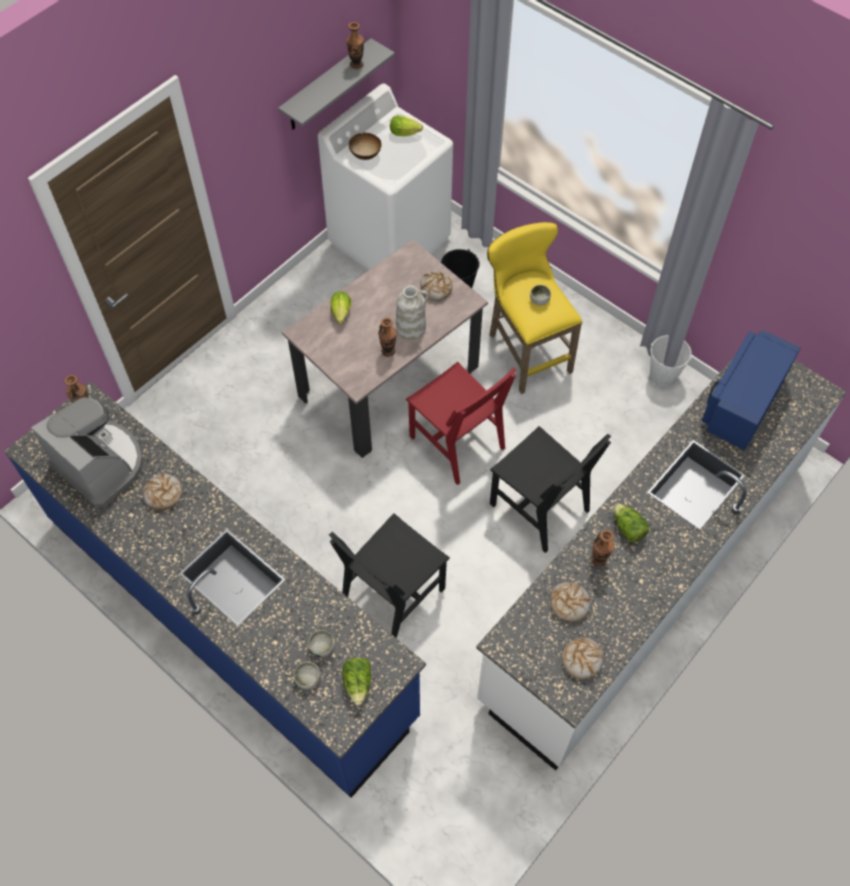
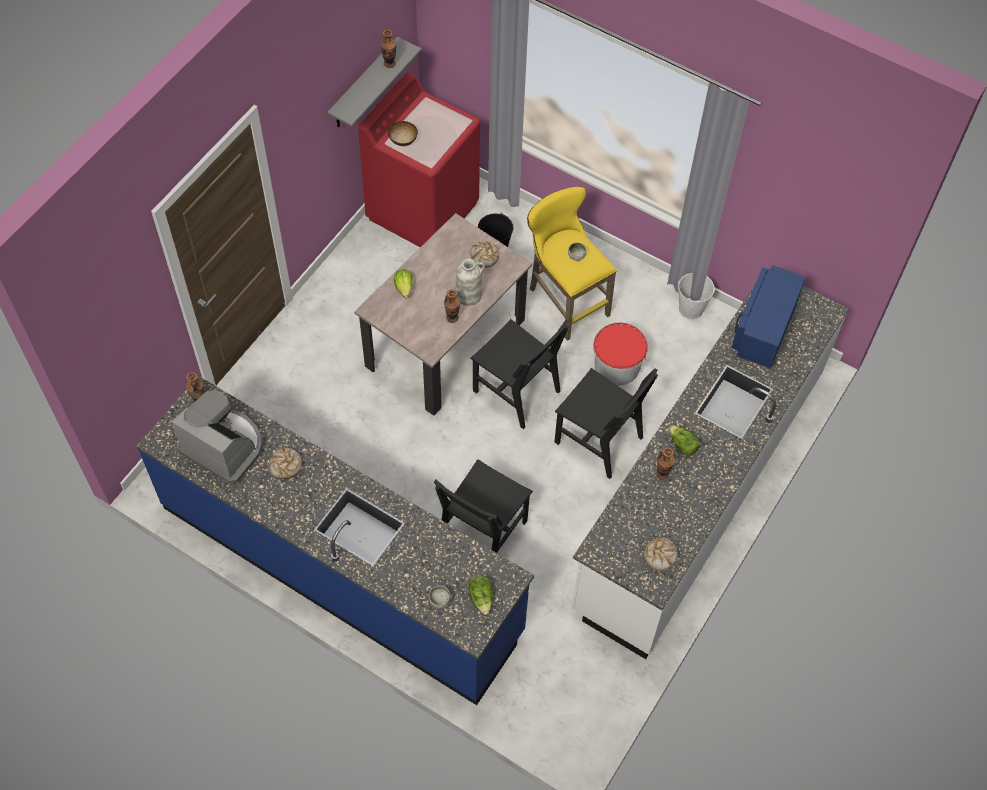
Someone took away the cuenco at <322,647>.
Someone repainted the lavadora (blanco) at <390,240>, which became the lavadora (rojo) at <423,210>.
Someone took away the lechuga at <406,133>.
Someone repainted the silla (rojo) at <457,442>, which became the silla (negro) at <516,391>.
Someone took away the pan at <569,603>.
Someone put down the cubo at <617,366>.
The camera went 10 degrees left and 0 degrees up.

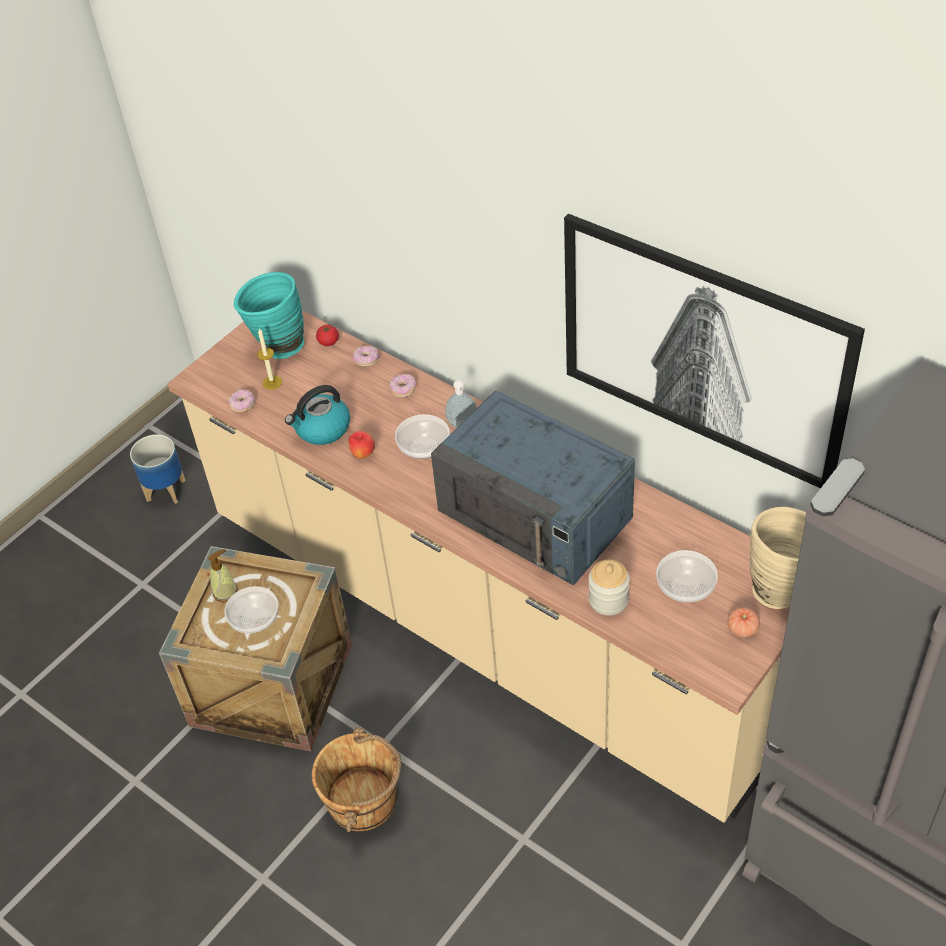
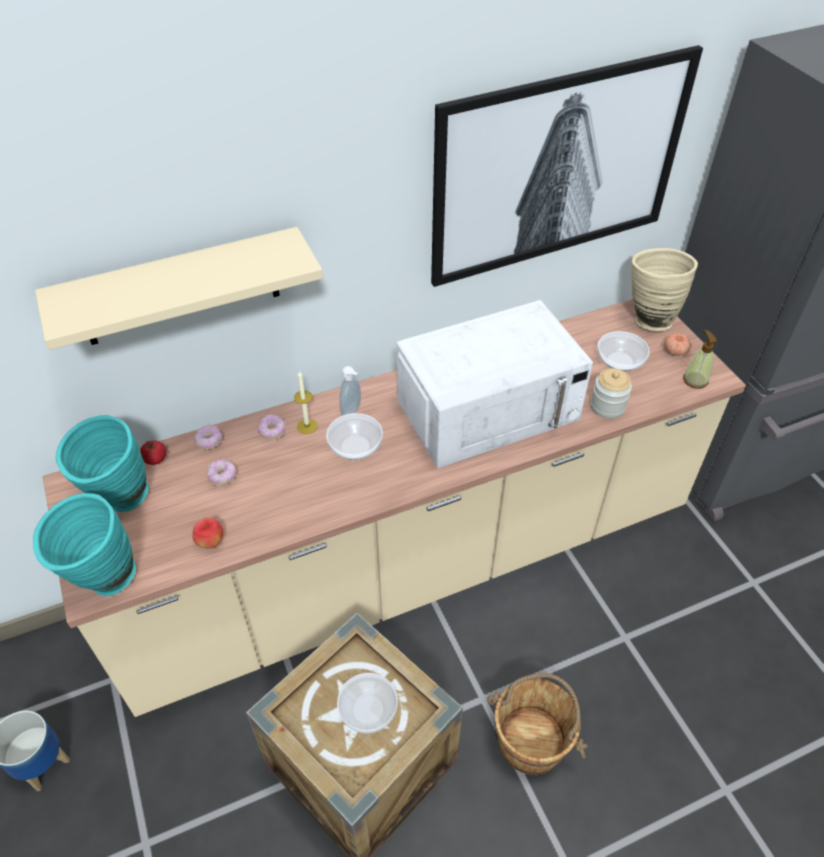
Someone carried the dispensador de jabón from <225,592> to <695,380>.
Someone carried the rosquilla from <243,405> to <222,477>.
Someone carried the vela from <272,382> to <307,426>.
Someone took away the hervidor at <322,429>.
Someone carried the manzana from <363,454> to <210,542>.
Someone repainted the microondas (azul) at <536,513>, which became the microondas (blanco) at <489,408>.
Someone put down the florero (turquesa) at <102,582>.
Someone put up the estante (beis) at <180,288>.
The camera went 65 degrees left and 0 degrees up.

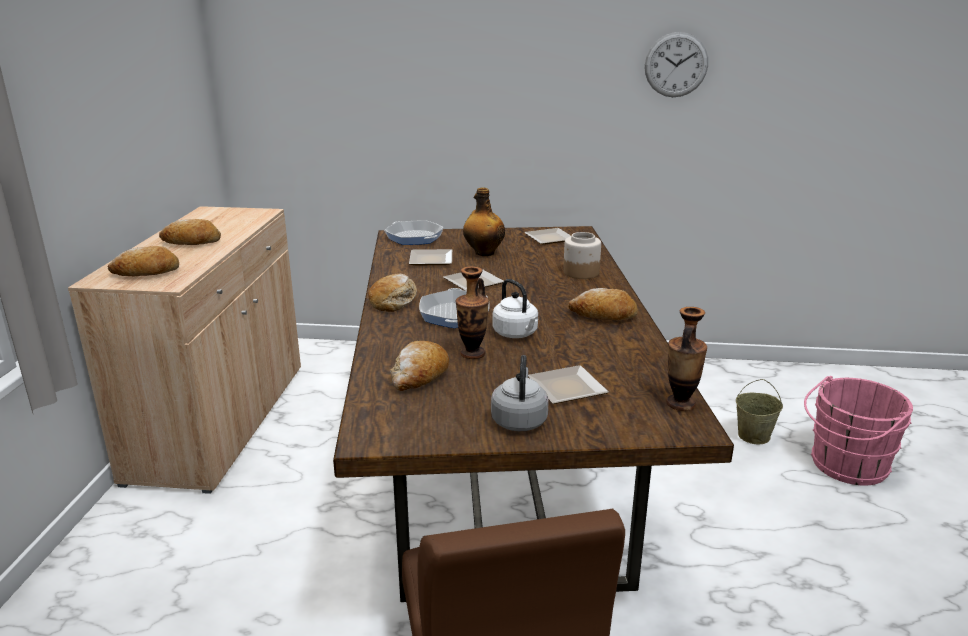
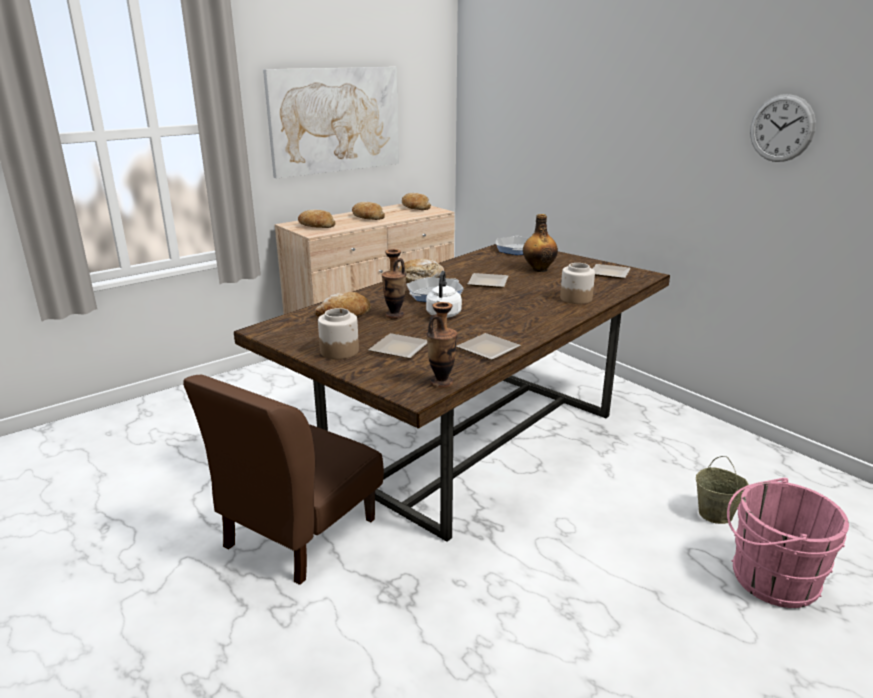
Someone carried the plato from <432,260> to <488,350>.
Someone swapped the hervidor (gris) at <519,420> for the tarro at <339,351>.
Someone carried the pan from <603,315> to <415,207>.
Someone put up the cuadro at <335,120>.
The camera went 45 degrees right and 0 degrees up.

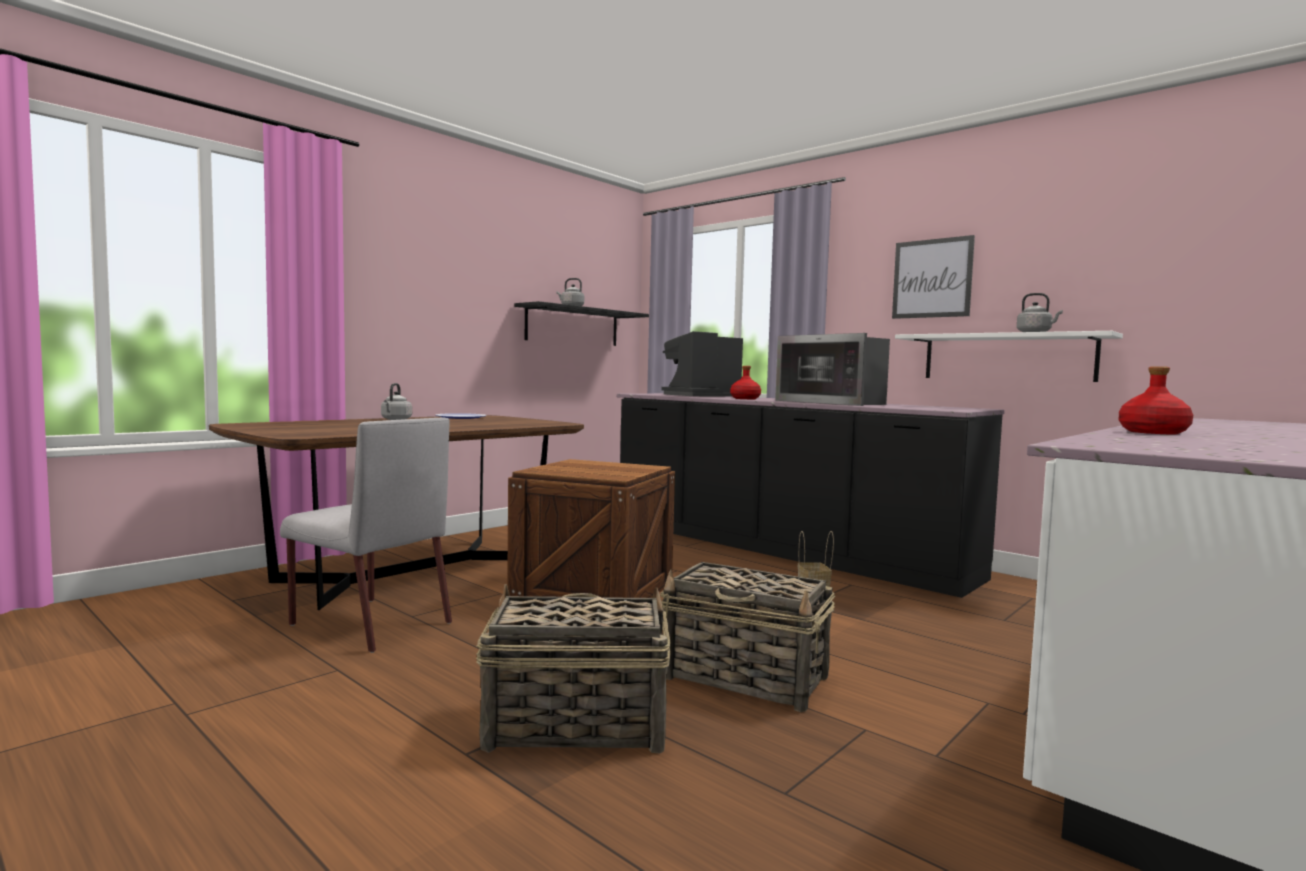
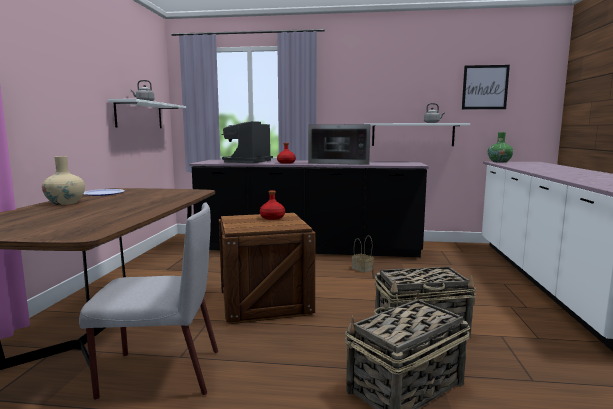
Someone swapped the hervidor (gris) at <395,419> for the florero (beis) at <65,203>.
Someone repainted the estante (negro) at <572,326>, which became the estante (blanco) at <139,115>.
Someone carried the cuadro from <932,278> to <485,87>.
Someone carried the botella (rojo) from <1154,432> to <272,218>.
Someone put down the florero (verde) at <499,162>.
The camera went 35 degrees left and 5 degrees up.

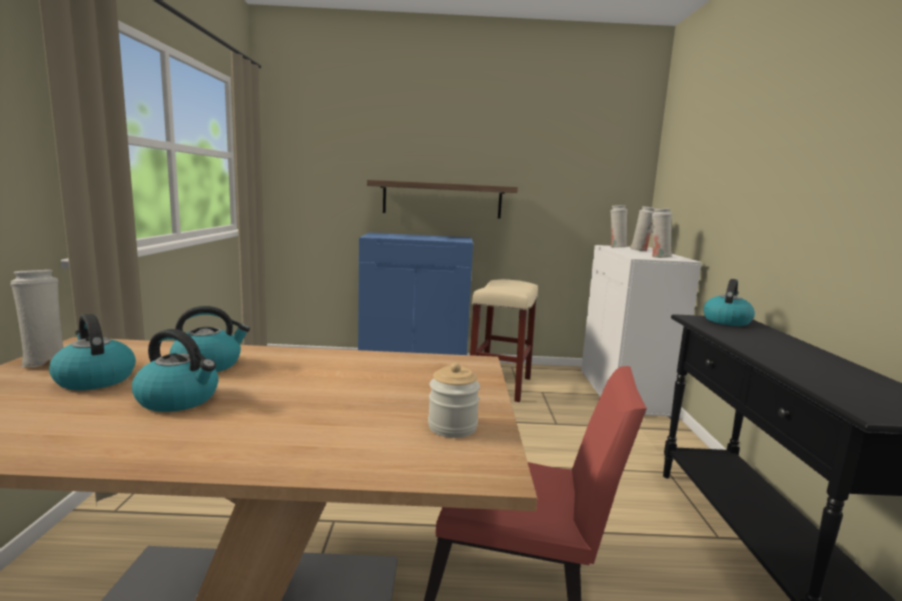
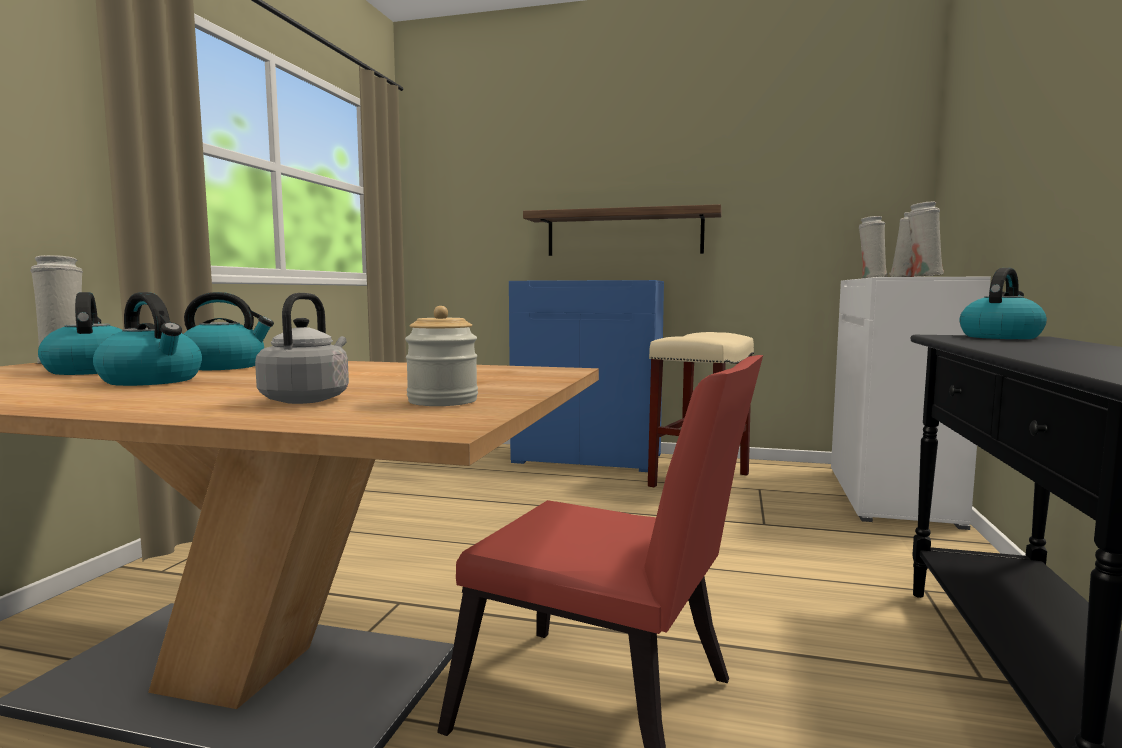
Someone put down the hervidor (gris) at <308,399>.
The camera went 15 degrees right and 5 degrees down.

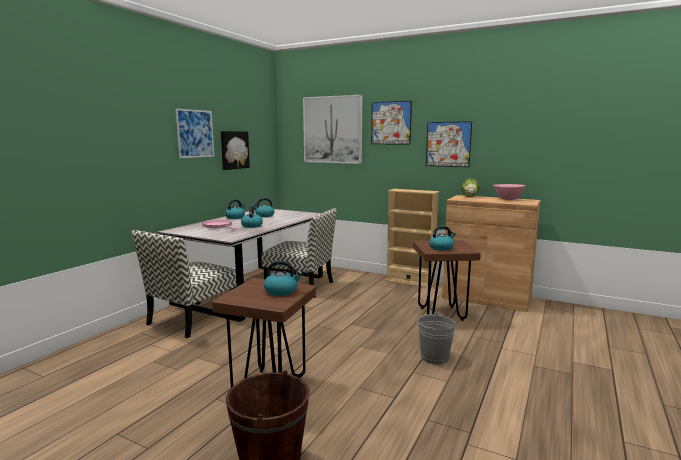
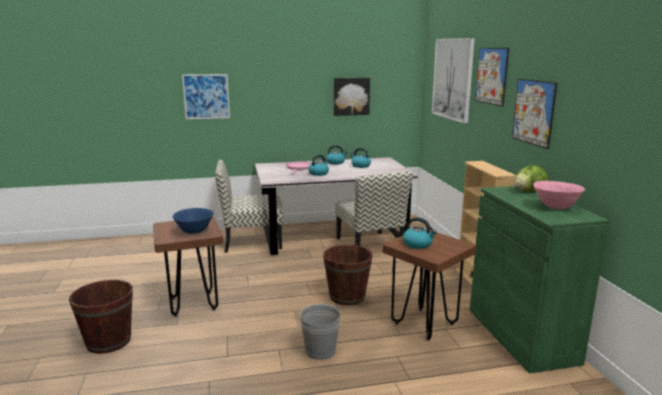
Someone carried the cuadro from <195,133> to <206,96>.
Someone swapped the hervidor at <281,291> for the cuenco (azul) at <194,231>.
Someone repainted the armario (marrón) at <486,298>, which became the armario (verde) at <521,335>.
Someone put down the cubo (marrón) at <347,296>.
The camera went 50 degrees right and 5 degrees up.

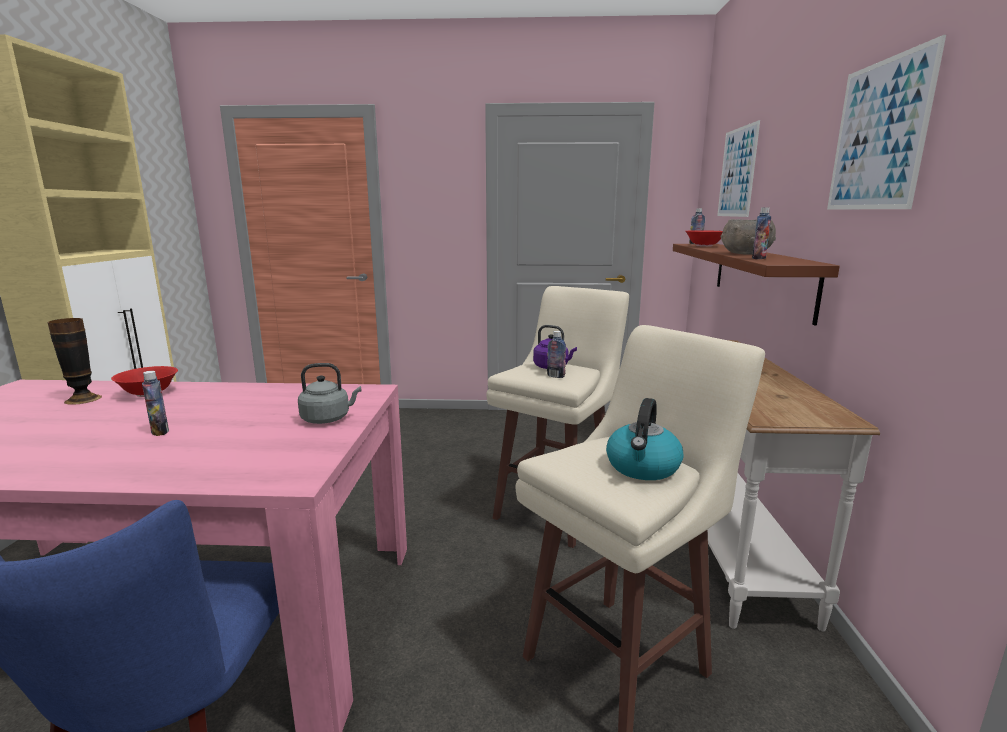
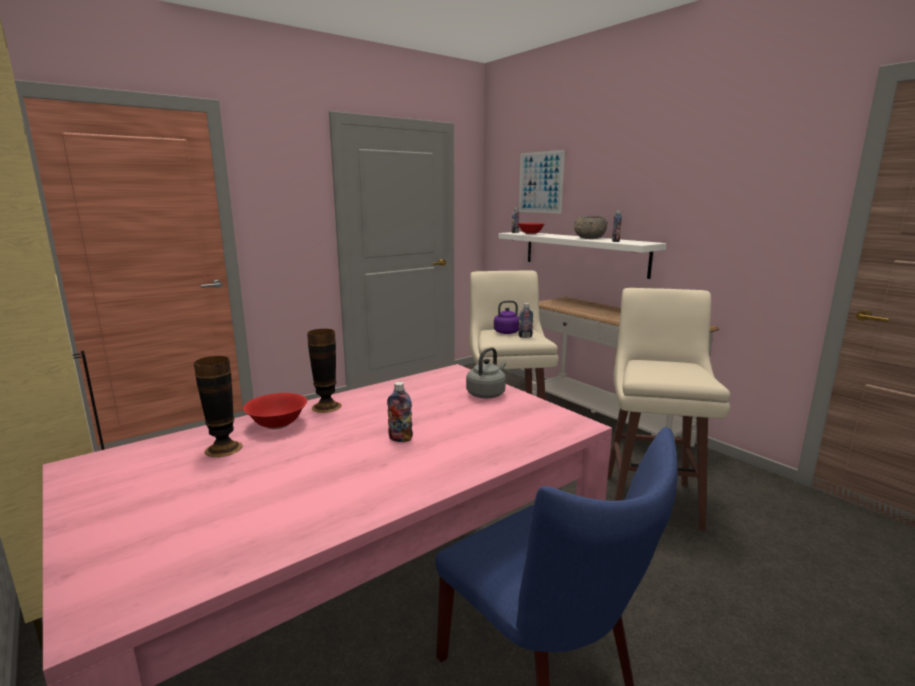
Someone took away the hervidor at <643,467>.
Someone repainted the estante (marrón) at <760,277>, which became the estante (blanco) at <583,253>.
Someone took away the cuadro at <878,136>.
Someone put down the florero at <326,406>.
The camera went 40 degrees left and 0 degrees up.

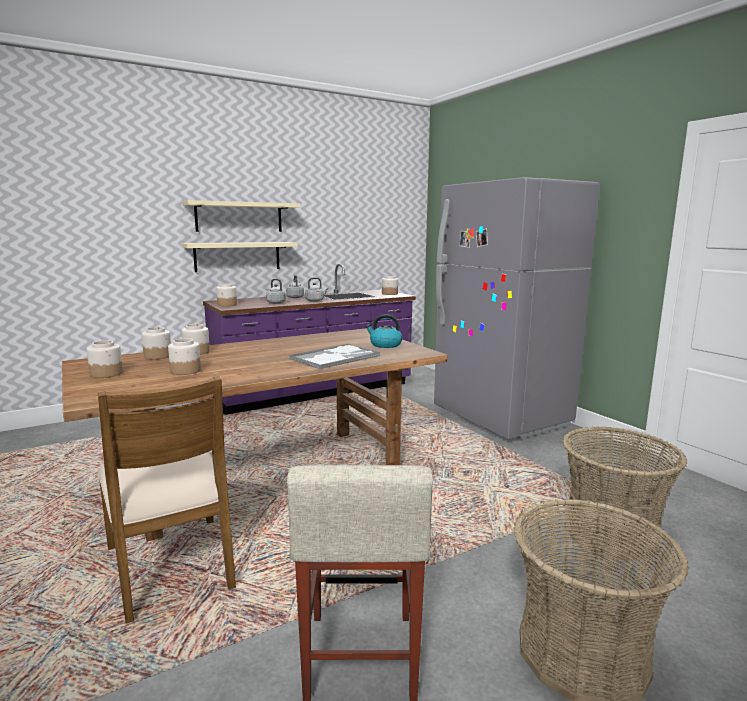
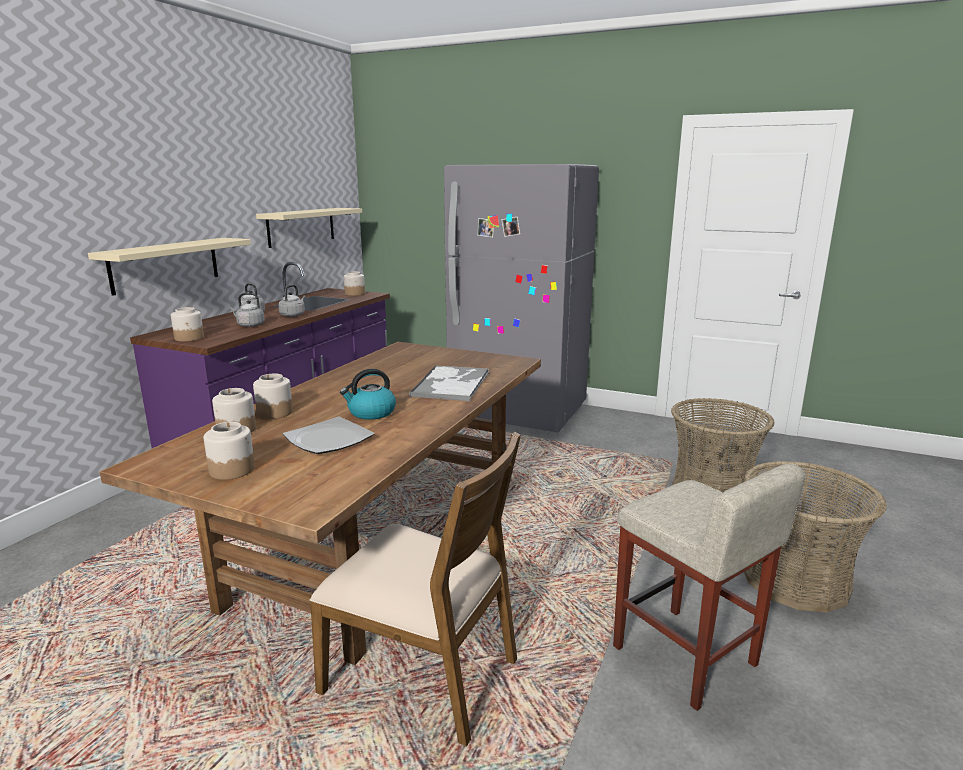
Someone swapped the tarro at <185,371> for the plato at <328,439>.
Someone carried the estante (beis) from <239,217> to <301,227>.
Someone carried the hervidor from <385,345> to <371,413>.
The camera went 35 degrees left and 5 degrees up.

